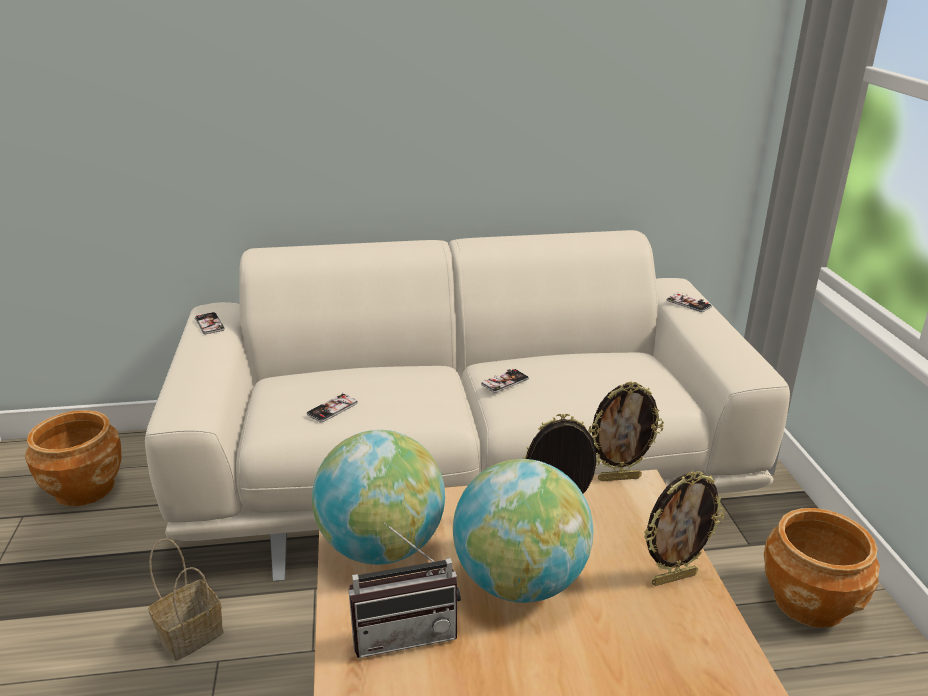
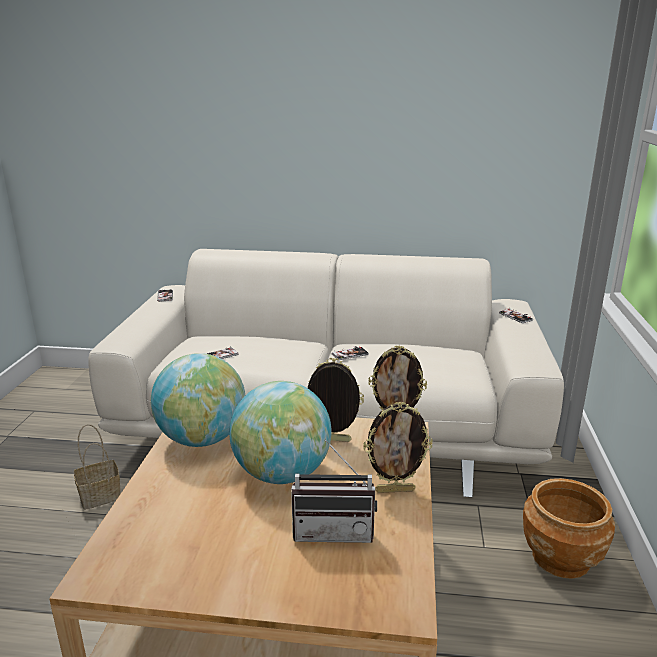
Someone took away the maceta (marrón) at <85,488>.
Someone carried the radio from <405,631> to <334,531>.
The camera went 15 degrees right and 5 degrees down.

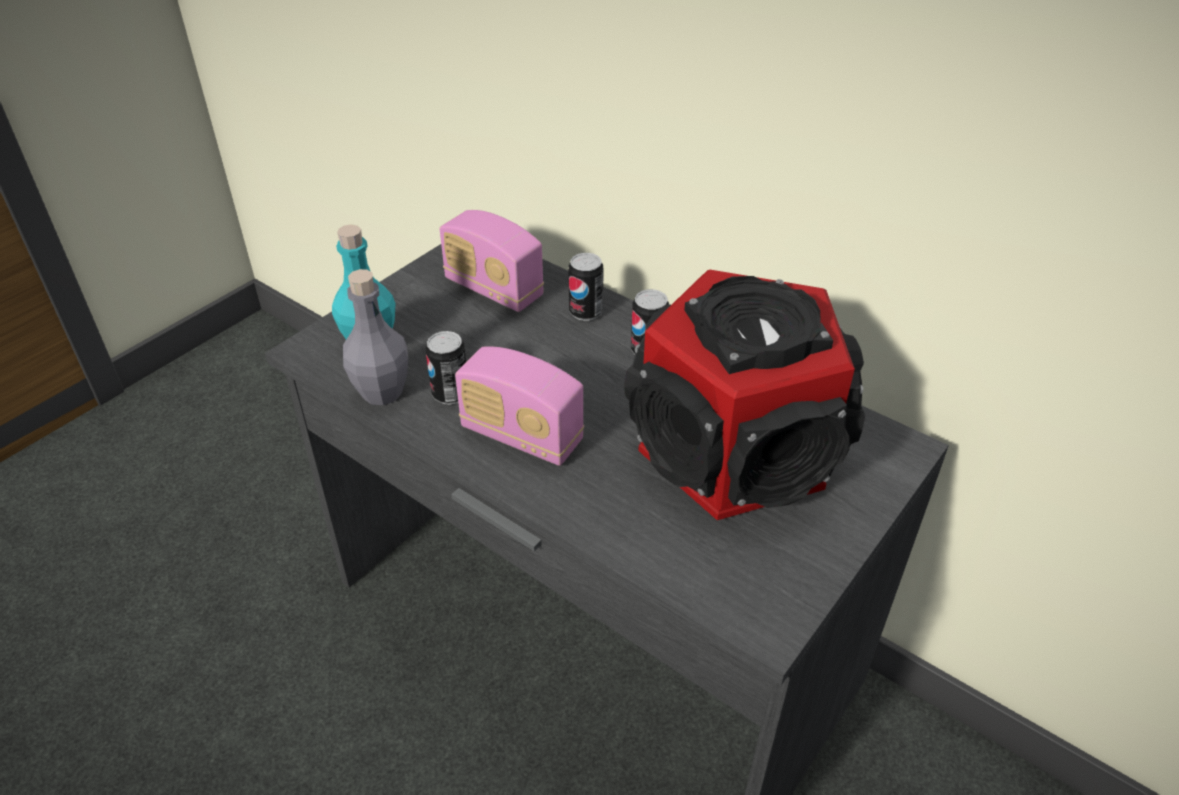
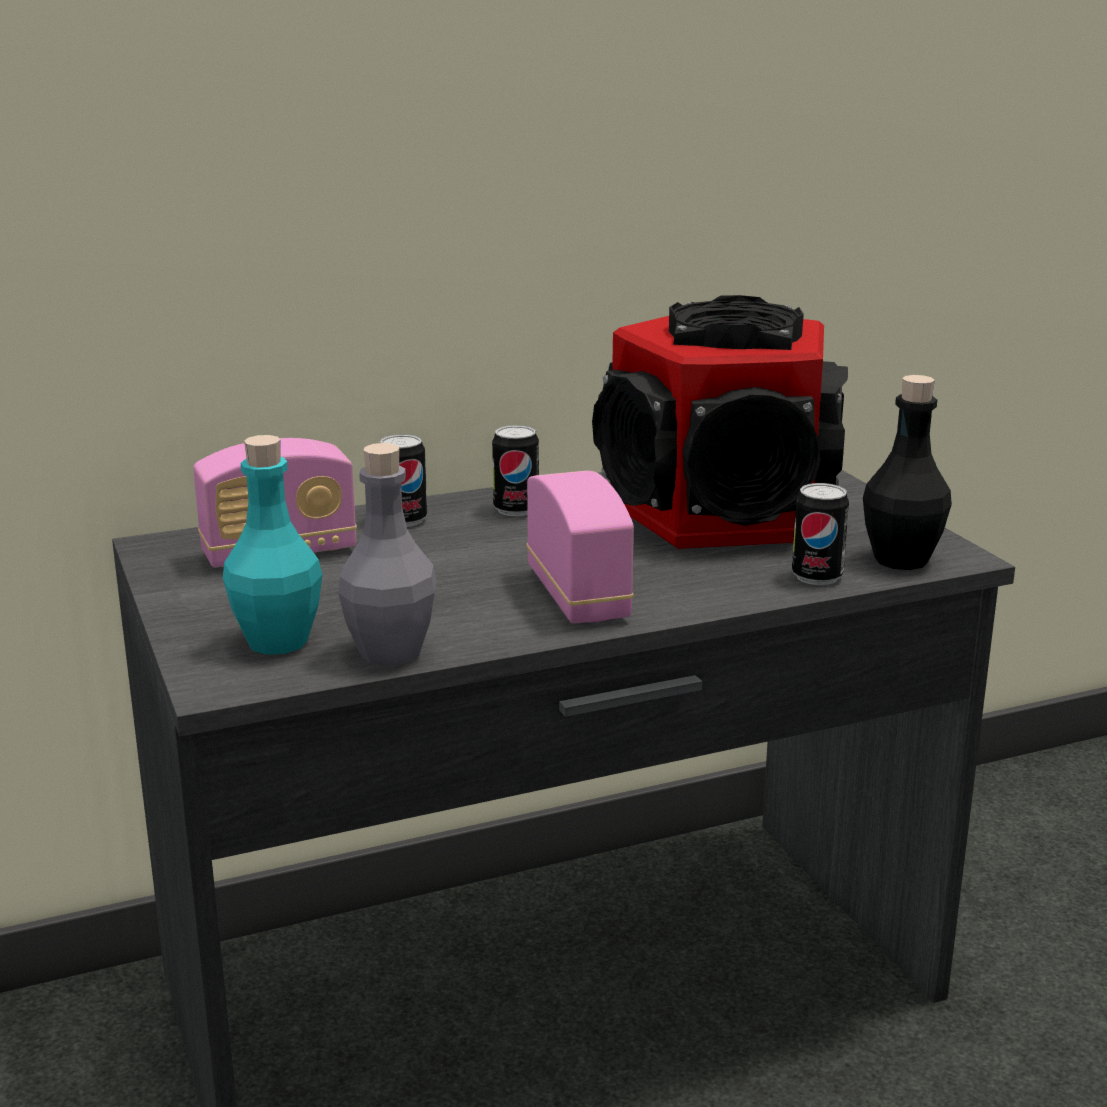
Someone carried the lata from <450,394> to <817,577>.
Someone rotated the radio at <521,436> by 75 degrees counterclockwise.
Someone put down the botella (negro) at <901,560>.
The camera went 60 degrees left and 20 degrees down.

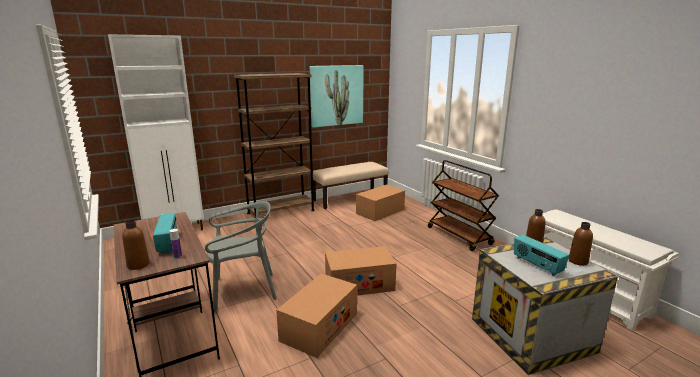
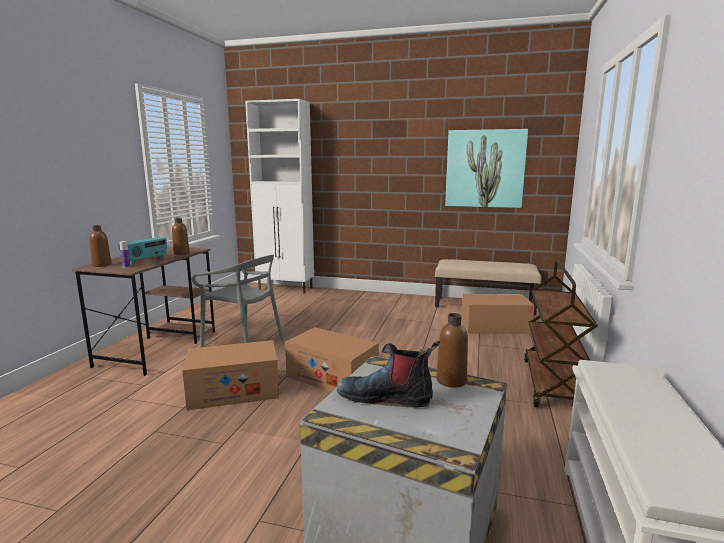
Someone took away the estantería (marrón) at <281,212>.
Someone swapped the radio at <537,265> for the bota at <386,397>.
Someone carried the botella (marrón) from <578,261> to <181,253>.
The camera went 45 degrees right and 5 degrees down.

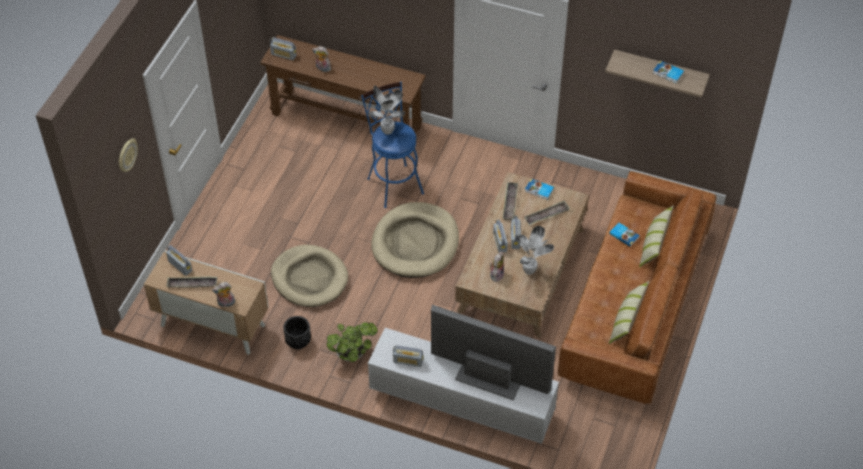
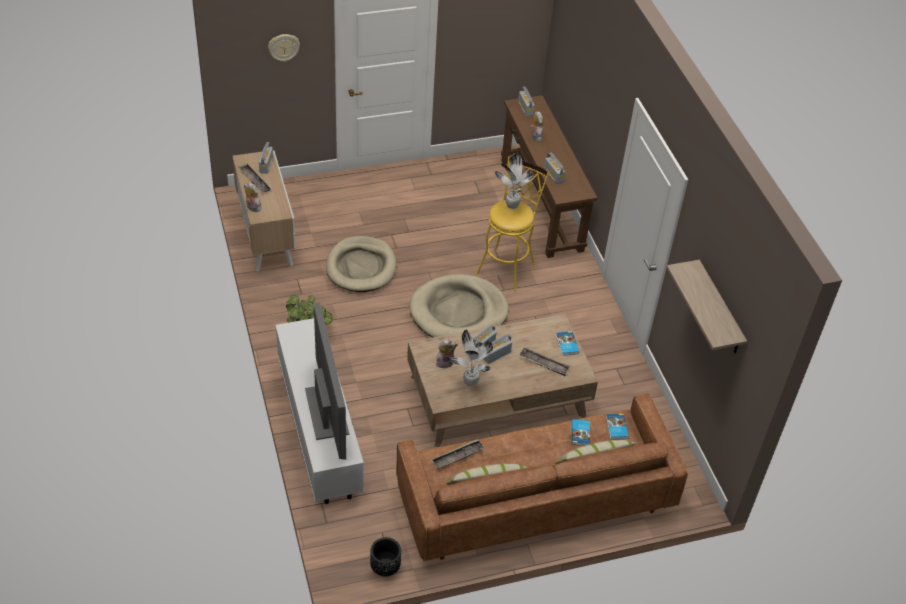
Someone carried the maceta (negro) from <298,342> to <385,567>.
Someone repainted the taburete (azul) at <393,182>, which became the taburete (amarillo) at <507,266>.
Someone carried the radio from <408,361> to <553,175>.
Someone carried the bandeja from <510,203> to <457,456>.
Someone carried the libro from <668,73> to <616,428>.
The camera went 50 degrees right and 5 degrees down.

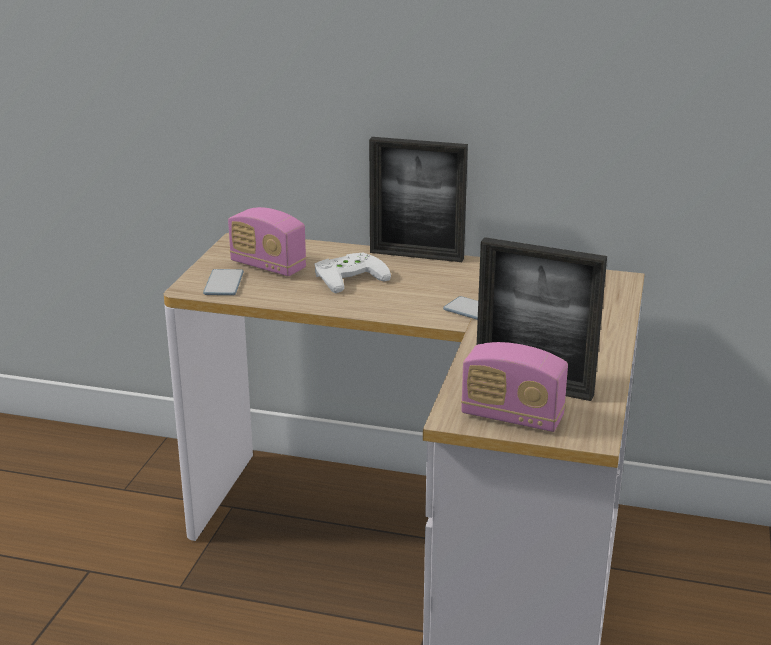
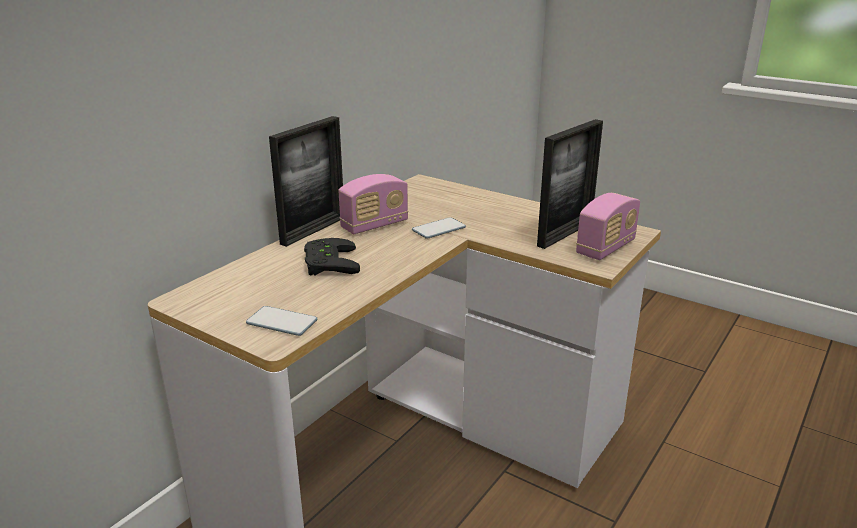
Someone carried the radio from <268,266> to <374,225>.
Someone repainted the mando de consola (blanco) at <348,276>, which became the mando de consola (negro) at <327,262>.
The camera went 70 degrees left and 0 degrees up.

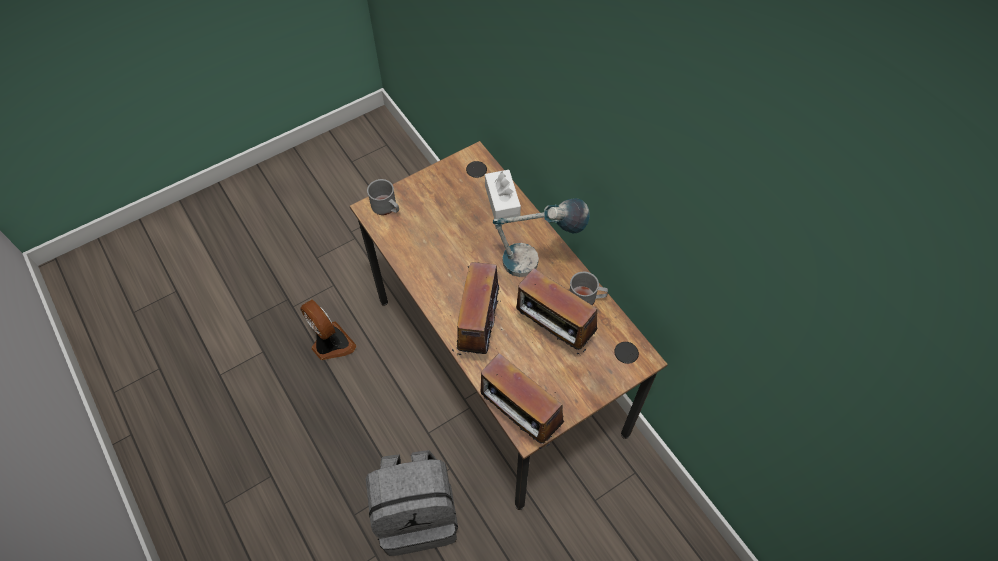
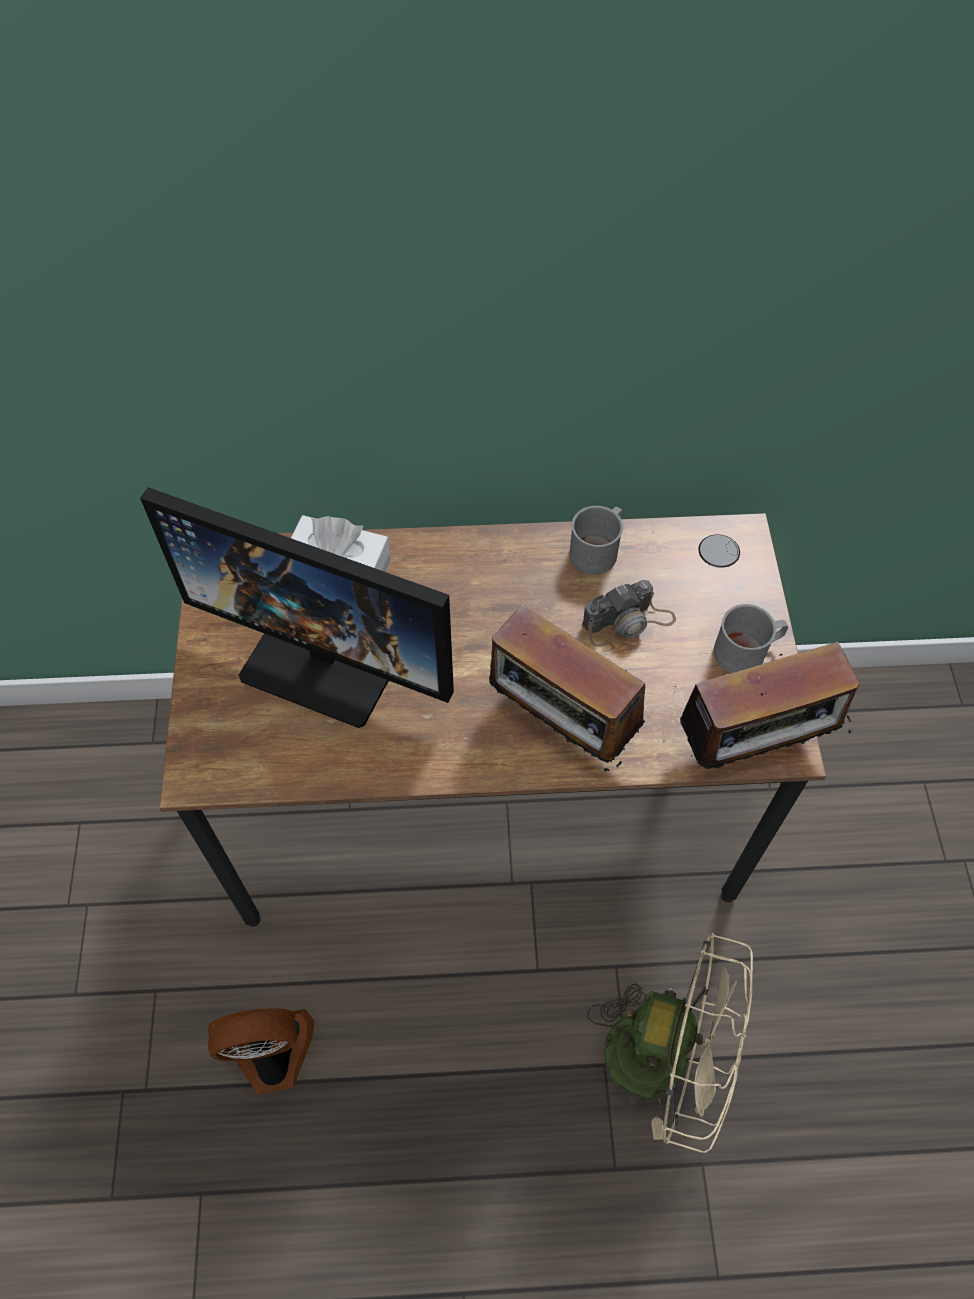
Someone swapped the mochila (gris) at <417,514> for the ventilador (beis) at <666,1057>.
Someone carried the taza grande (gris) from <386,207> to <746,651>.
Someone took away the lámpara de mesa at <536,262>.
Someone swapped the radio at <553,330> for the cámara at <628,622>.
Someone put down the monitor at <328,656>.
The camera went 60 degrees left and 0 degrees up.

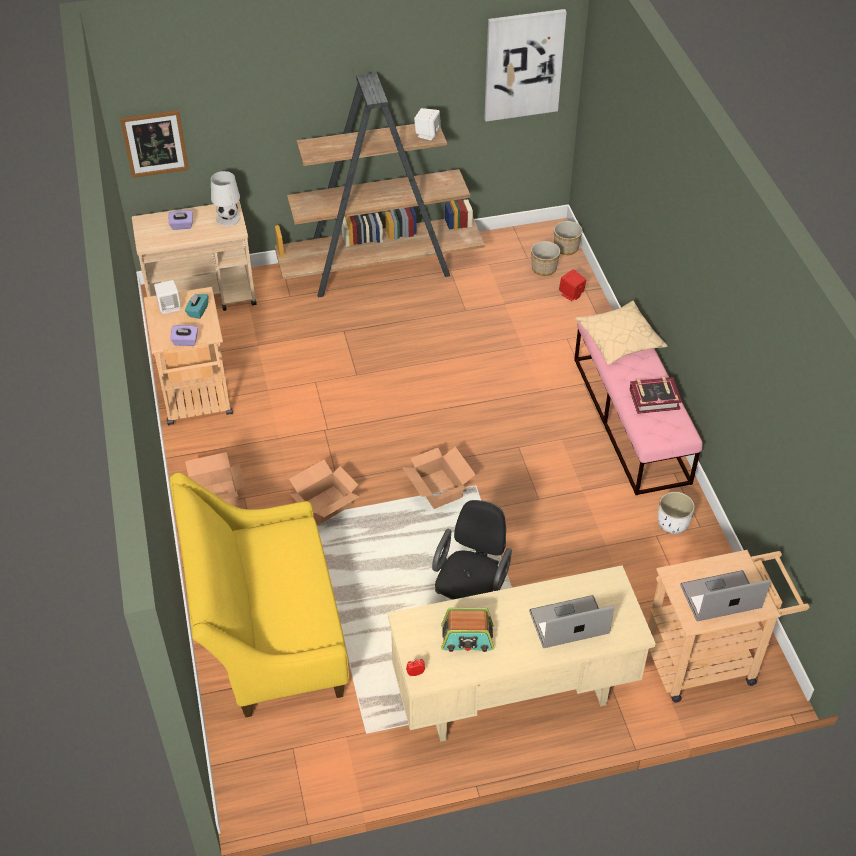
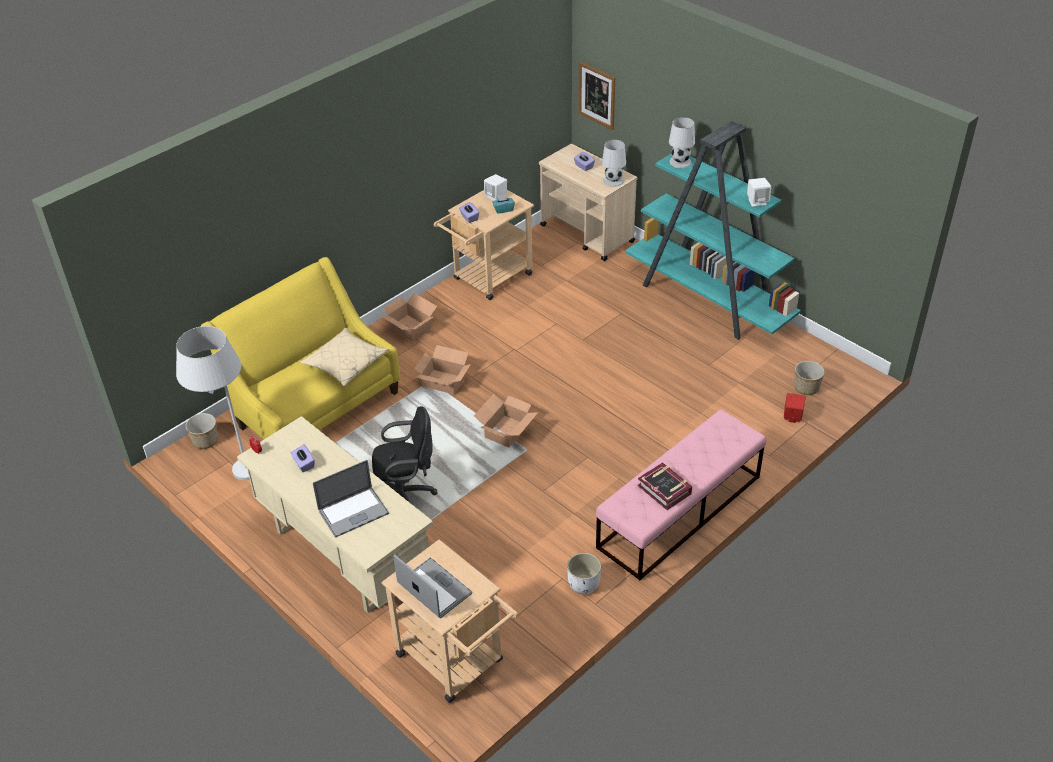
Someone repainted the estantería (marrón) at <380,267>, which became the estantería (turquesa) at <708,300>.
Someone swapped the radio at <467,638> for the caja de pañuelos (morado) at <304,464>.
Someone took away the cuadro at <523,65>.
Someone rotated the portátil at <569,623> by 105 degrees clockwise.
Someone carried the maceta from <565,248> to <205,440>.
Someone carried the cojín (beis) from <619,339> to <346,363>.
Someone put down the lámpara de pie (blanco) at <238,481>.
Someone put down the lámpara de mesa (blanco) at <680,162>.
The camera went 60 degrees right and 5 degrees down.

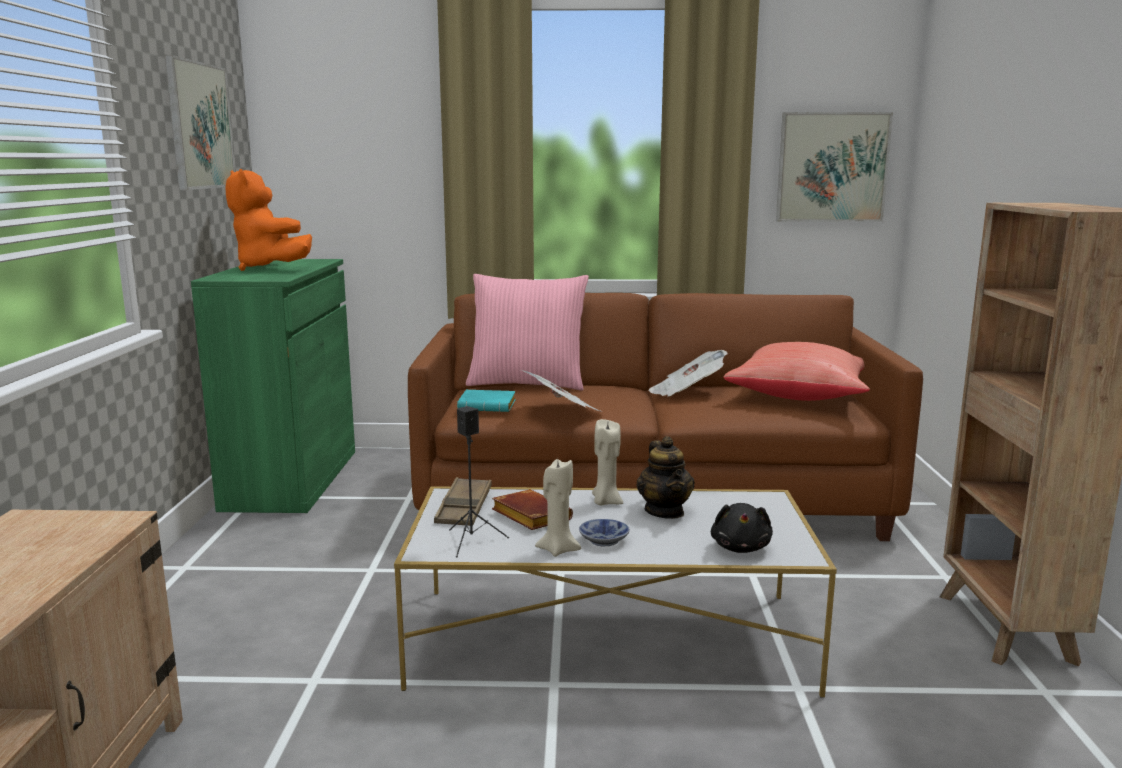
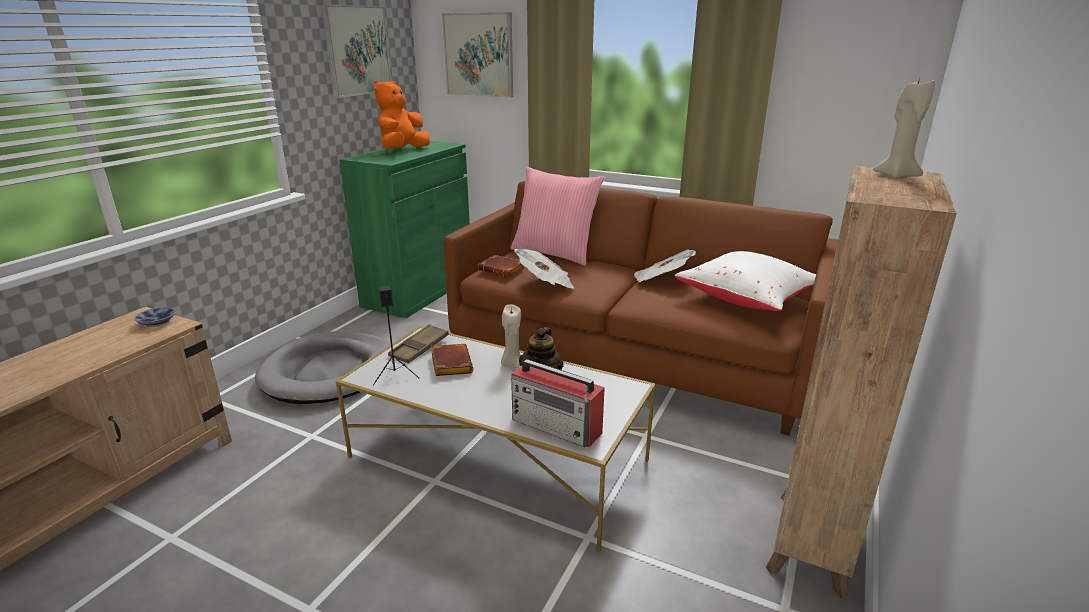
Someone rotated the peluche (naranja) at <268,268> by 45 degrees clockwise.
Someone repainted the libro (turquesa) at <489,406>, which became the libro (marrón) at <503,270>.
Someone carried the vela (beis) from <558,549> to <896,175>.
Someone carried the cuenco from <606,540> to <157,322>.
Someone swapped the peluche (negro) at <740,547> for the radio at <557,426>.
Someone repainted the cojín (rojo) at <799,396>, which became the cojín (blanco) at <748,299>.
Someone carried the cuadro from <832,167> to <478,55>.
Someone put down the cama para perro (gris) at <329,372>.
The camera went 25 degrees right and 10 degrees up.

